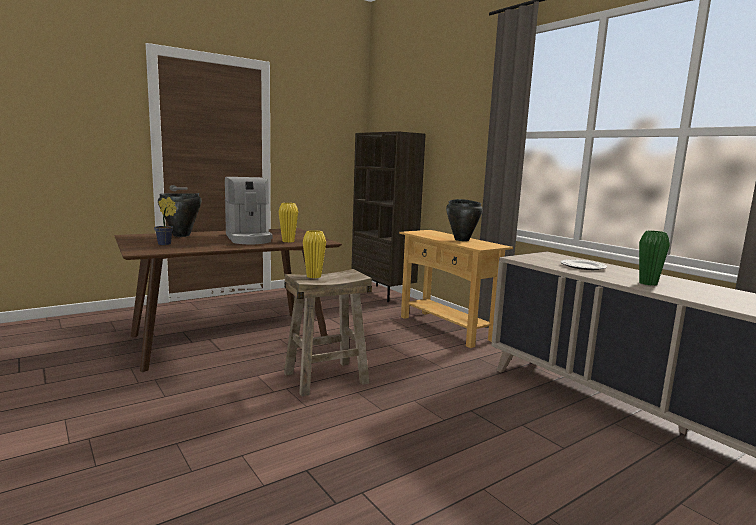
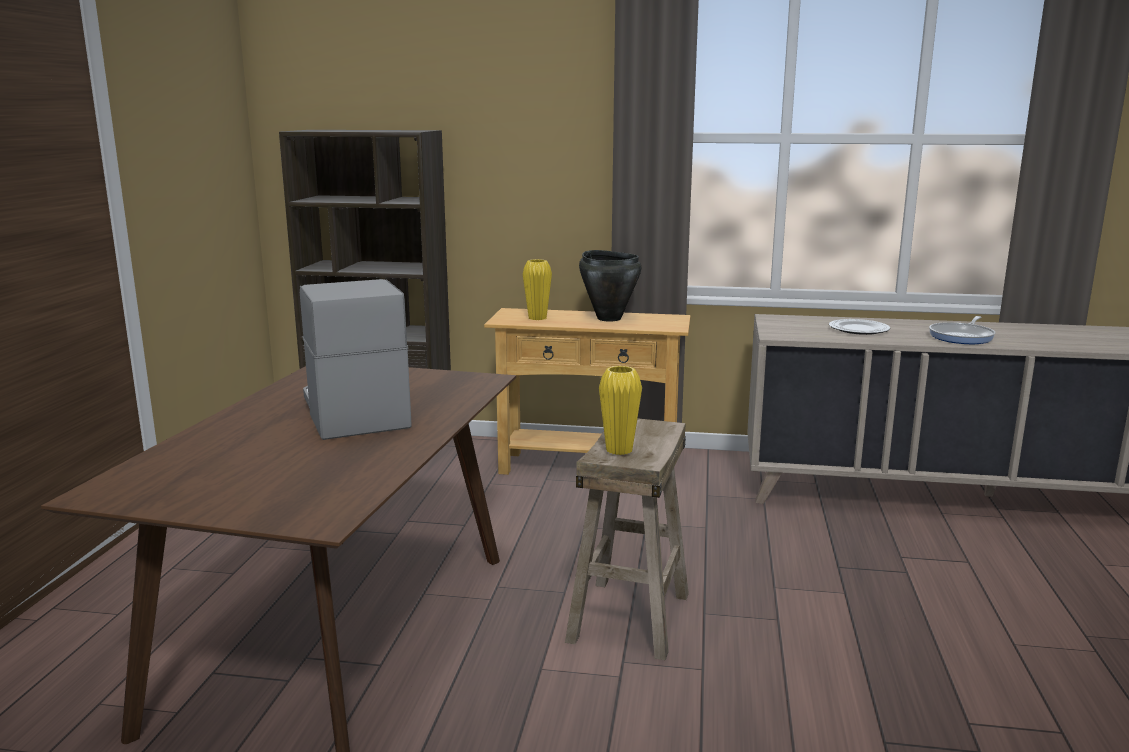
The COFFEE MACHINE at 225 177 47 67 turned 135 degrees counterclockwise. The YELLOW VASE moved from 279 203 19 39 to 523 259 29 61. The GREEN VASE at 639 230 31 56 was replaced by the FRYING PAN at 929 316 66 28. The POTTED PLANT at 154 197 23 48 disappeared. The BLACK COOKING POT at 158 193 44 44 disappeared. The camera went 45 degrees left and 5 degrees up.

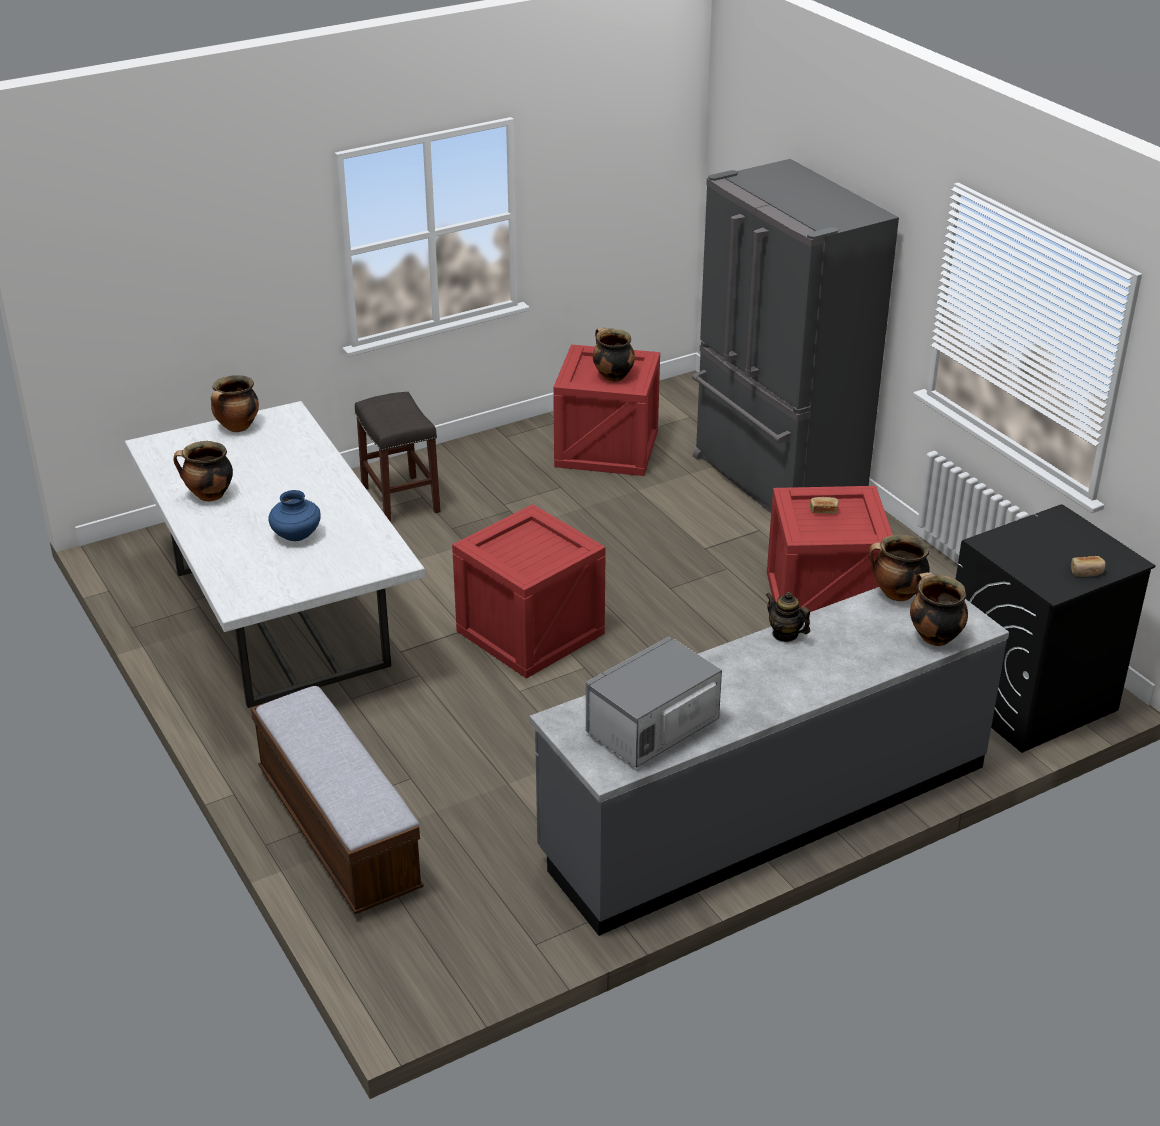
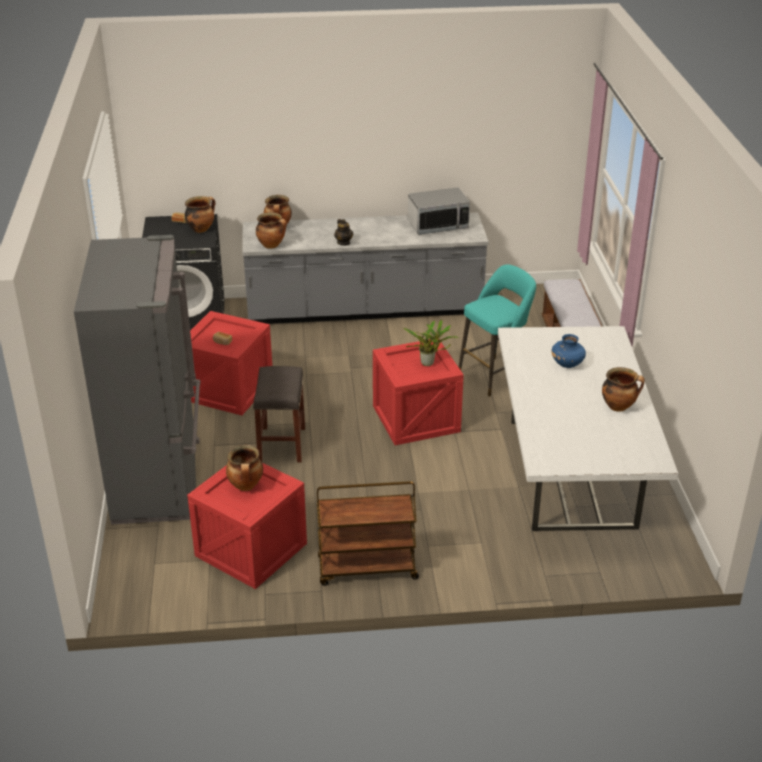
The COOKING POT moved from 211 375 48 57 to 185 196 30 37. The GREY STOOL moved from 355 392 86 130 to 253 366 52 96. The BROWN CART at 317 481 102 105 appeared. The POTTED PLANT at 403 320 56 46 appeared. The TURQUOISE STOOL at 459 265 77 131 appeared. The camera went 155 degrees left and 0 degrees up.

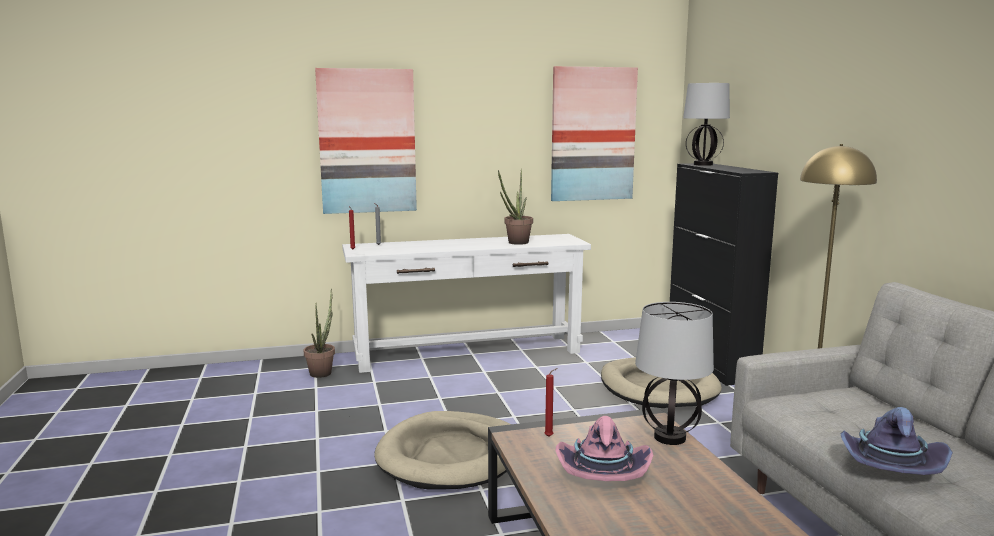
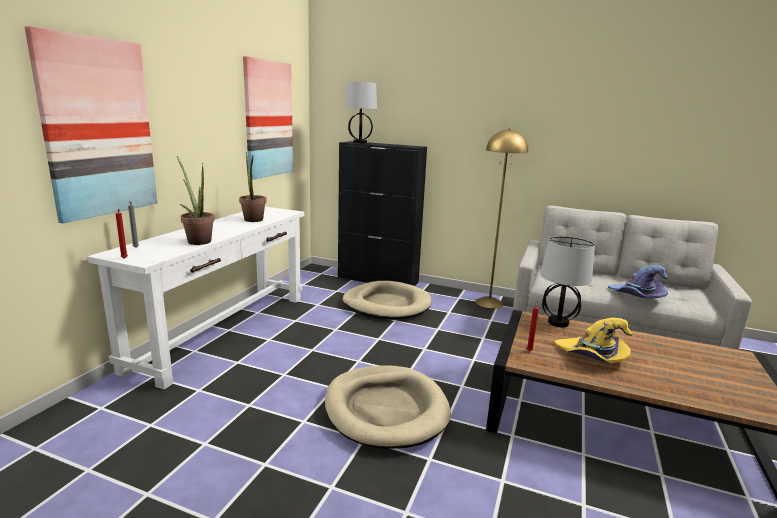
The POTTED PLANT moved from 304 288 31 90 to 177 156 38 89. The PINK HAT at 556 416 98 65 became the YELLOW HAT at 555 318 77 45. The camera went 55 degrees left and 5 degrees up.

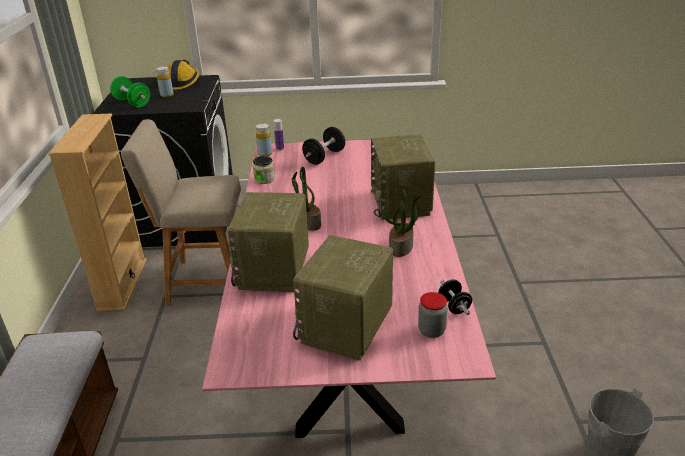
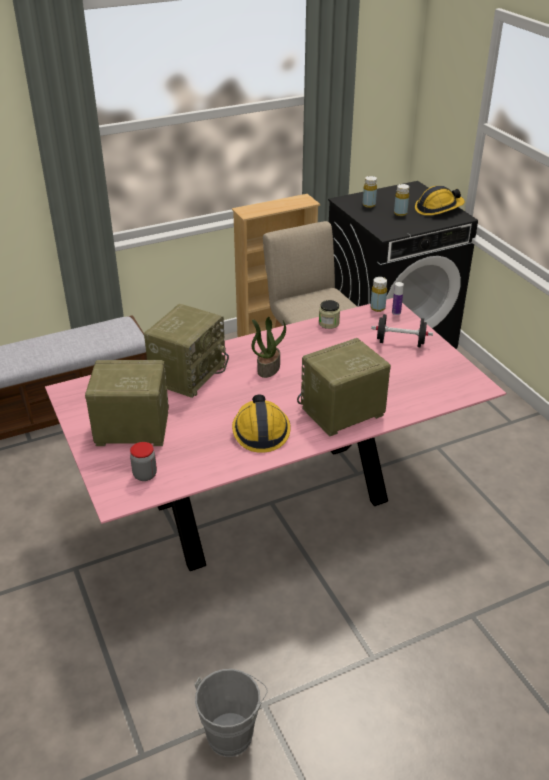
The RADIO at 228 192 81 100 turned 135 degrees clockwise. The POTTED PLANT at 383 189 39 68 was replaced by the HARD HAT at 232 395 59 58. The GREEN DUMBBELL at 110 76 40 31 was replaced by the YELLOW BOTTLE at 363 176 14 32. The BLACK DUMBBELL at 438 280 34 35 disappeared. The camera went 65 degrees right and 5 degrees up.

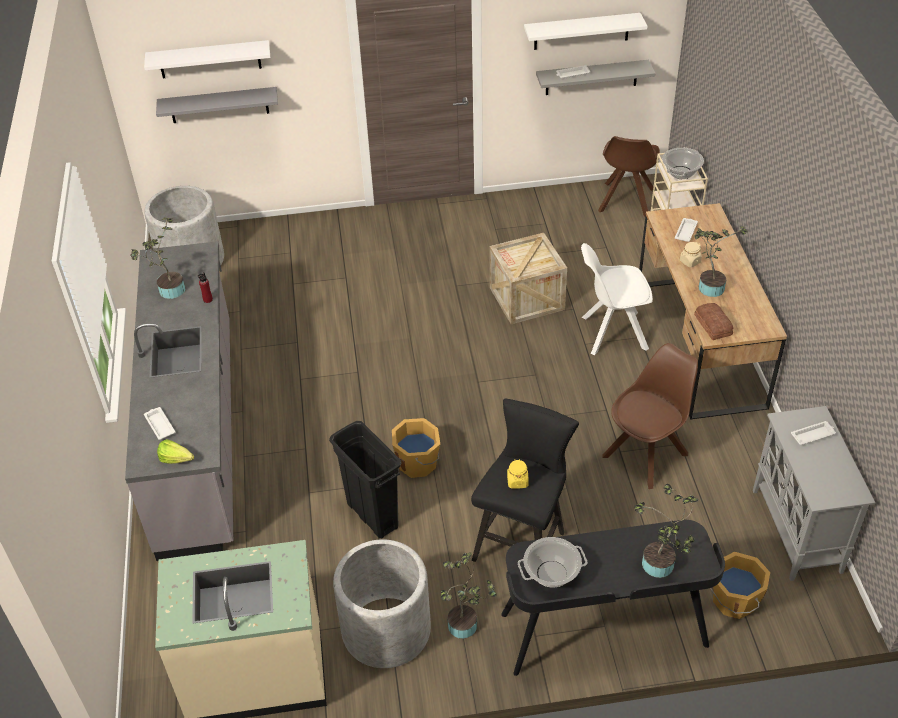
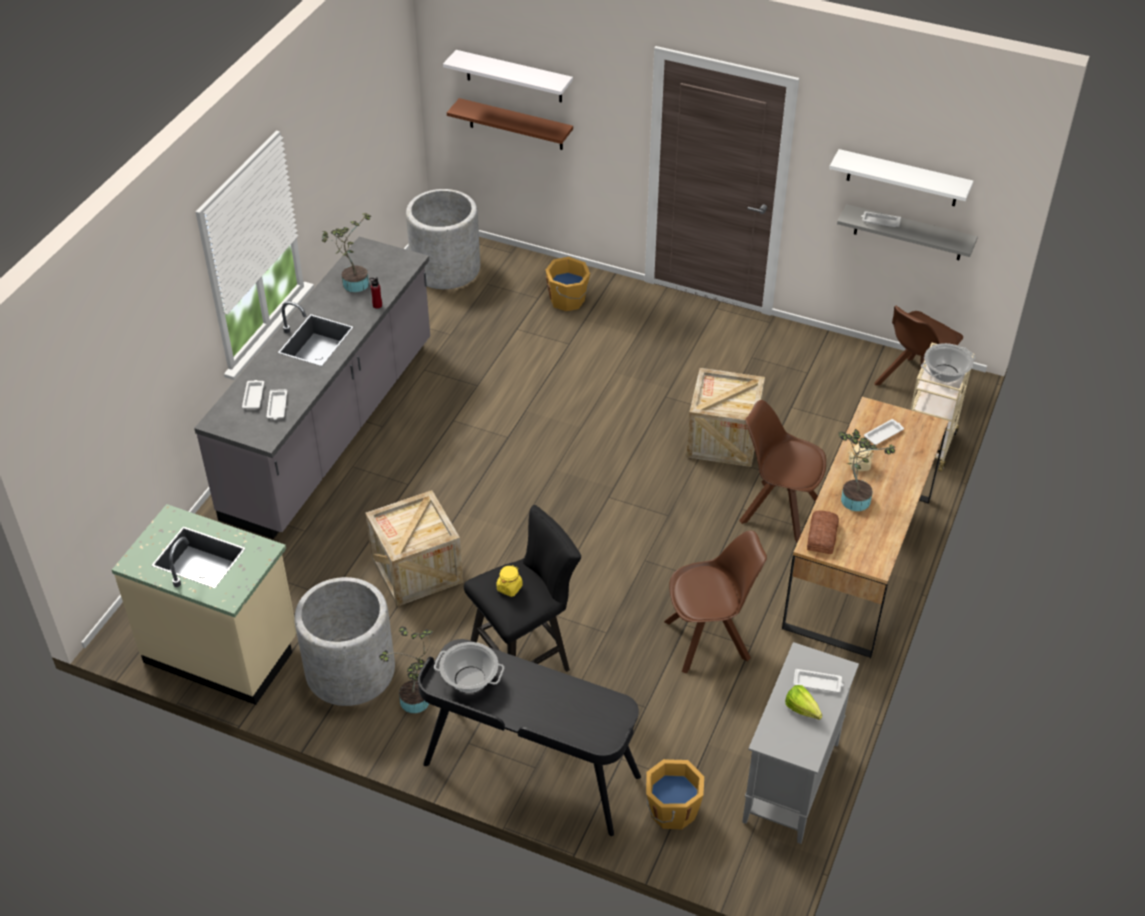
The WHITE TRAY at 266 389 21 31 appeared. The BLACK TRASH CAN at 329 421 72 117 was replaced by the CRATE at 366 490 97 117. The GREY SHELF at 156 87 122 36 became the BROWN SHELF at 447 98 126 52. The ORANGE BUCKET moved from 392 418 48 60 to 545 257 45 54. The WHITE CHAIR at 581 243 72 112 became the BROWN CHAIR at 739 400 87 143. The LETTUCE moved from 157 439 37 25 to 785 685 37 35. The POTTED PLANT at 634 484 65 94 disappeared. The camera went 30 degrees right and 0 degrees up.

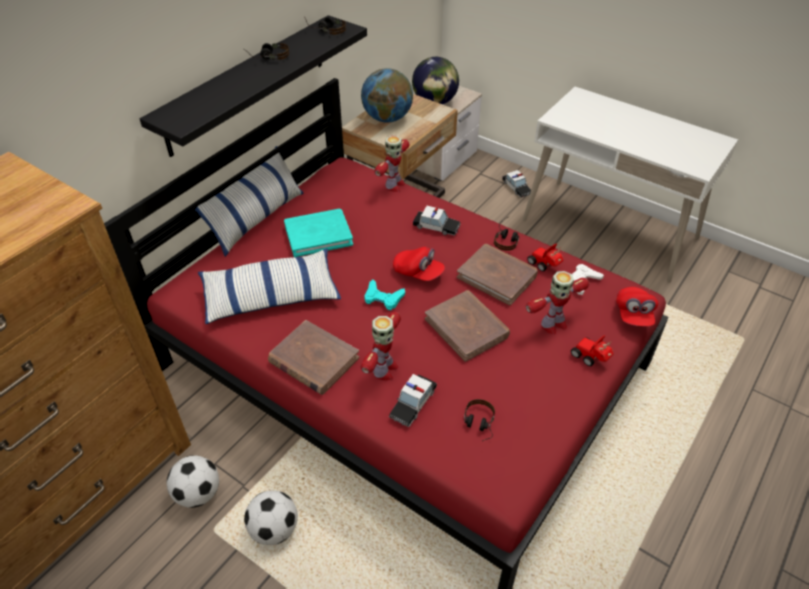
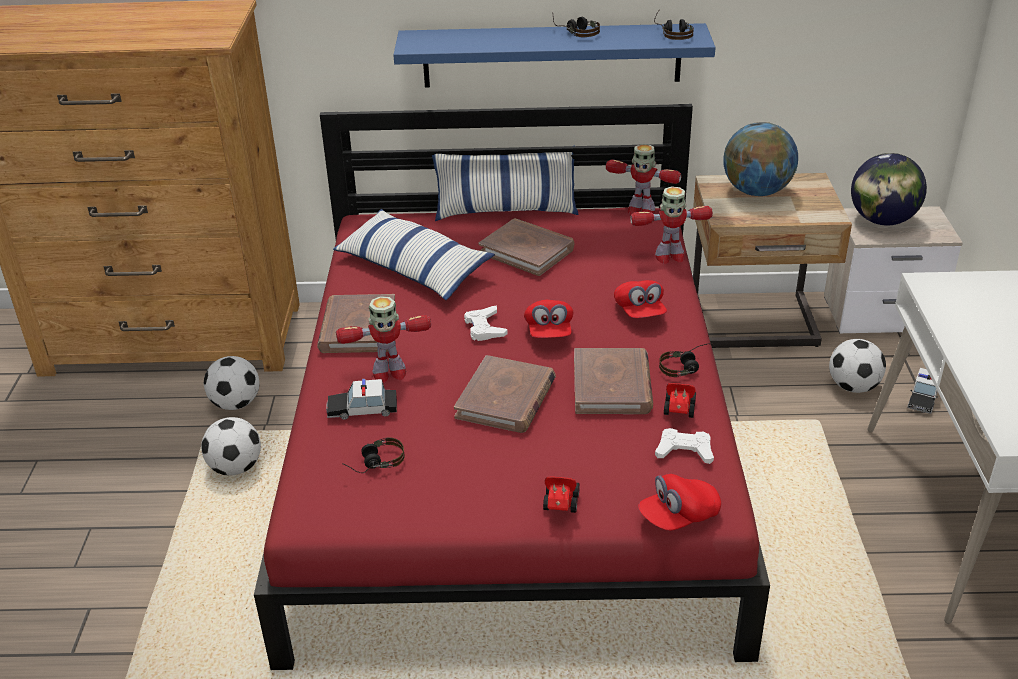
The BLACK SHELF at 140 15 227 142 became the BLUE SHELF at 393 23 323 64. The TURQUOISE GAME CONTROLLER at 364 280 41 30 became the WHITE GAME CONTROLLER at 464 306 44 35. The TURQUOISE BOOK at 284 209 69 48 became the BROWN BOOK at 478 218 96 58. The TOY ROBOT moved from 526 271 63 64 to 606 144 75 71. The TOY CAR at 413 206 48 30 was replaced by the RED CAP at 614 280 53 38. The FOOTBALL at 829 339 57 54 appeared. The camera went 55 degrees right and 10 degrees down.

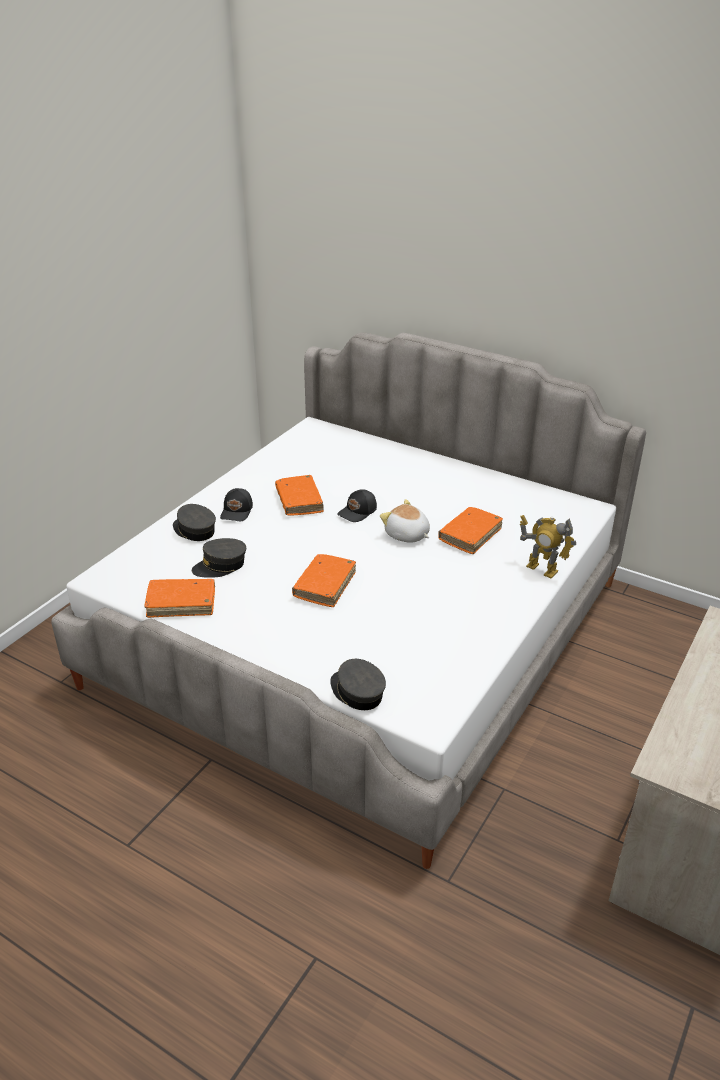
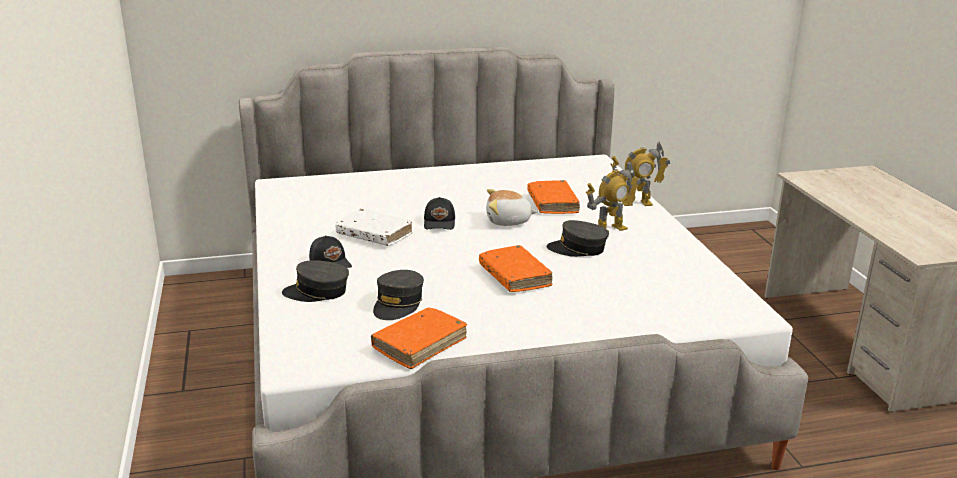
The ORANGE BOOK at 275 475 49 41 became the WHITE BOOK at 335 208 78 38. The GREY CAP moved from 330 659 56 51 to 547 220 62 37. The TOY ROBOT at 586 161 55 70 appeared. The camera went 45 degrees left and 10 degrees down.

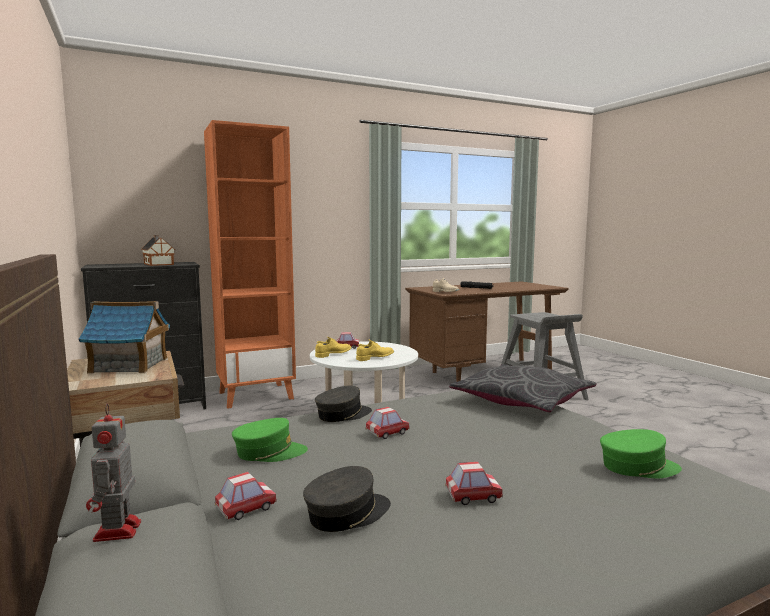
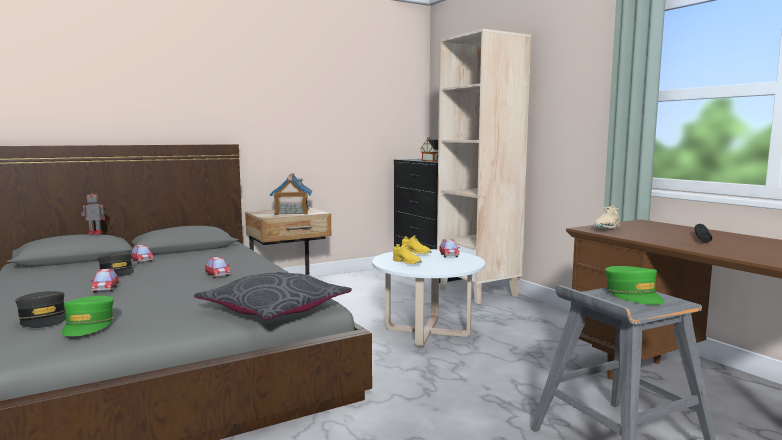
The GREY CAP moved from 315 385 57 37 to 15 291 51 37. The ORANGE BOOKCASE at 204 120 92 289 became the BEIGE BOOKCASE at 437 29 94 275. The GREEN CAP moved from 232 418 76 44 to 605 266 60 39. The camera went 85 degrees right and 0 degrees up.

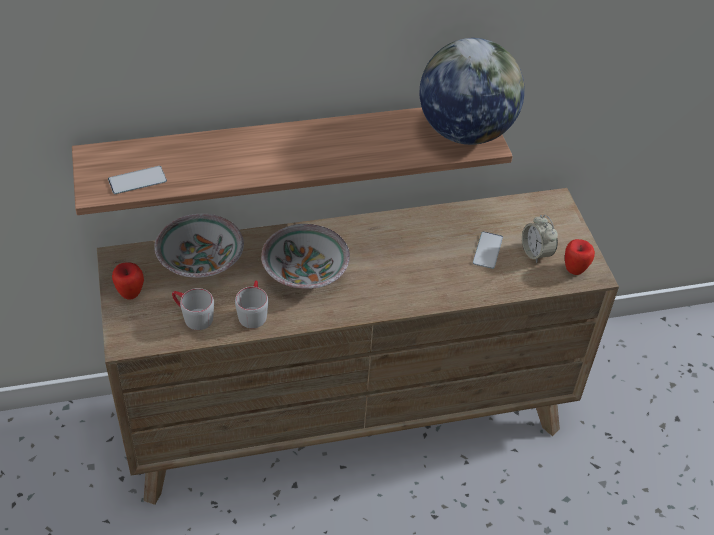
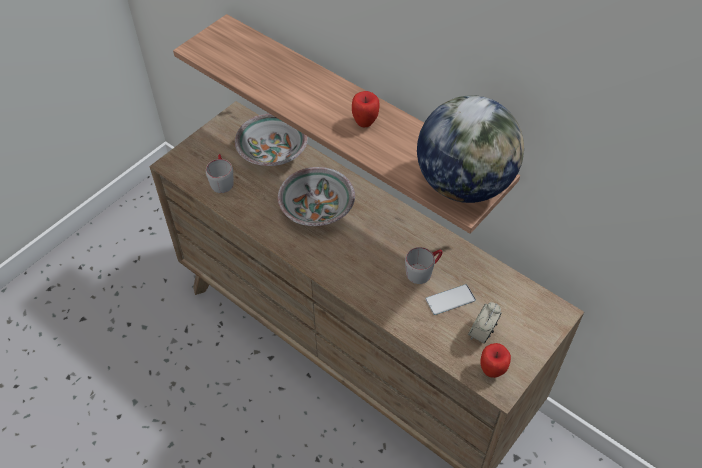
The APPLE moved from 112 263 32 37 to 352 91 28 36. The GREY MUG moved from 235 280 34 49 to 405 247 38 37. The PHONE at 108 166 59 28 disappeared. The camera went 55 degrees right and 5 degrees up.

